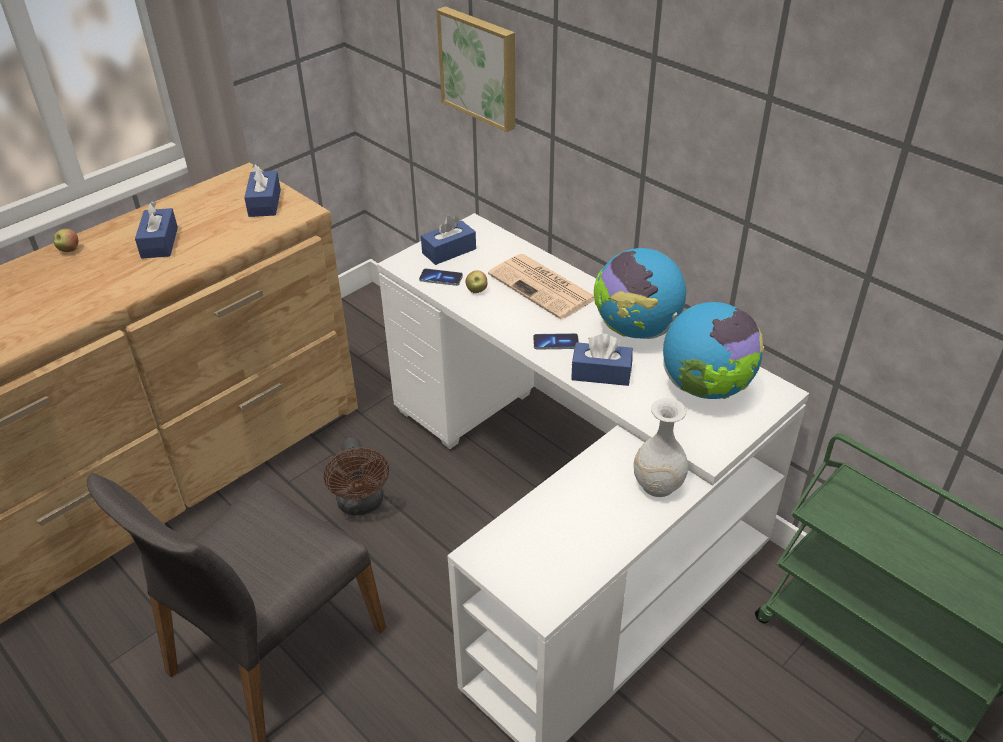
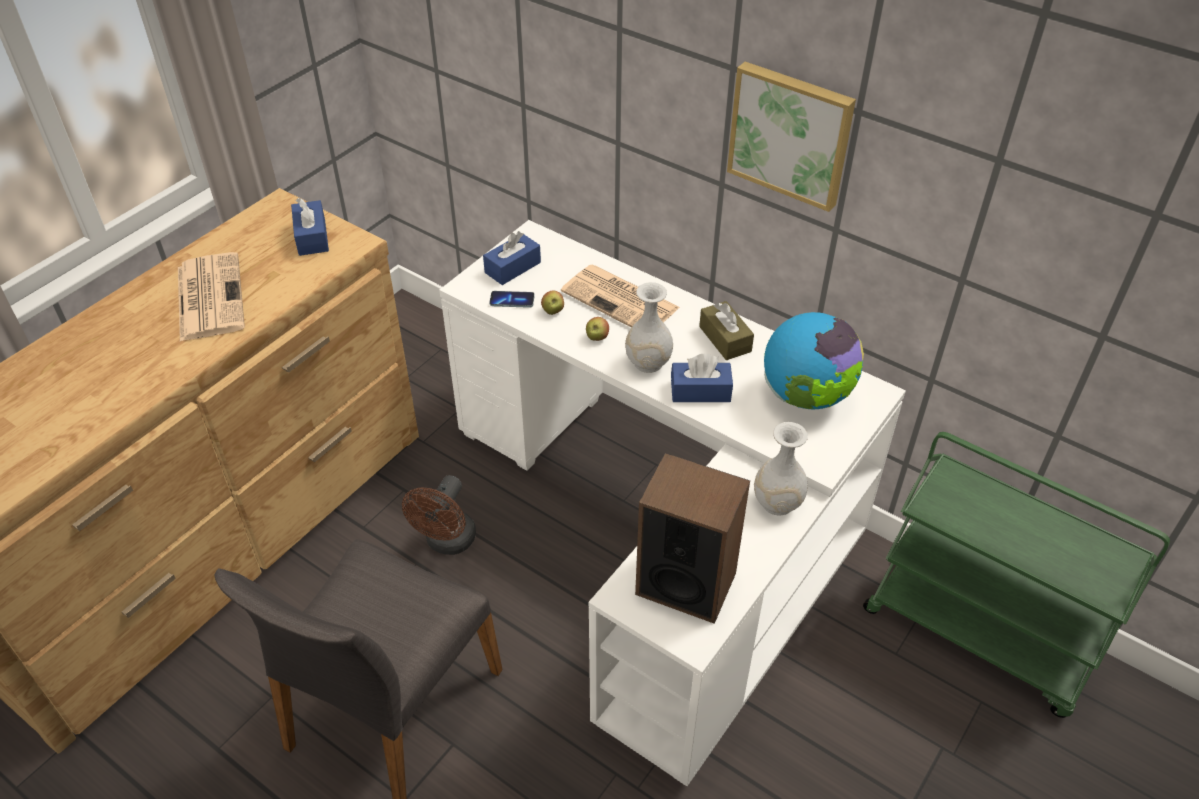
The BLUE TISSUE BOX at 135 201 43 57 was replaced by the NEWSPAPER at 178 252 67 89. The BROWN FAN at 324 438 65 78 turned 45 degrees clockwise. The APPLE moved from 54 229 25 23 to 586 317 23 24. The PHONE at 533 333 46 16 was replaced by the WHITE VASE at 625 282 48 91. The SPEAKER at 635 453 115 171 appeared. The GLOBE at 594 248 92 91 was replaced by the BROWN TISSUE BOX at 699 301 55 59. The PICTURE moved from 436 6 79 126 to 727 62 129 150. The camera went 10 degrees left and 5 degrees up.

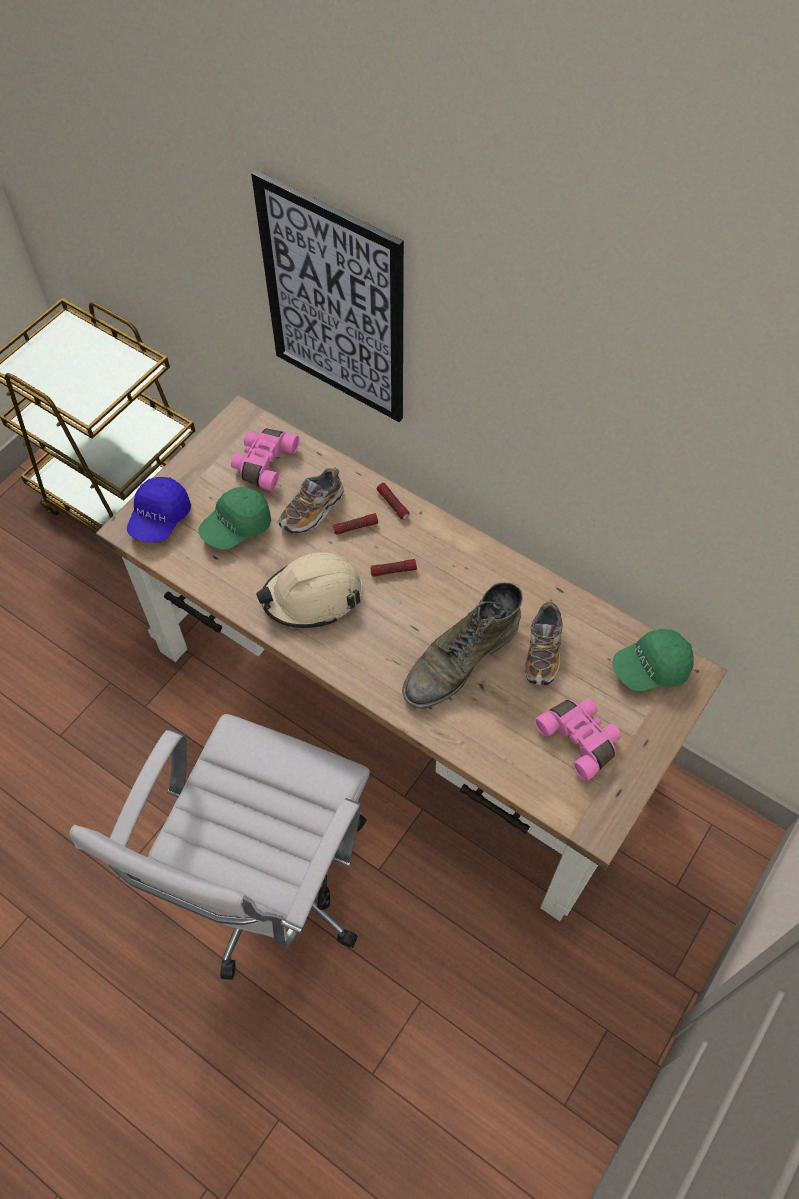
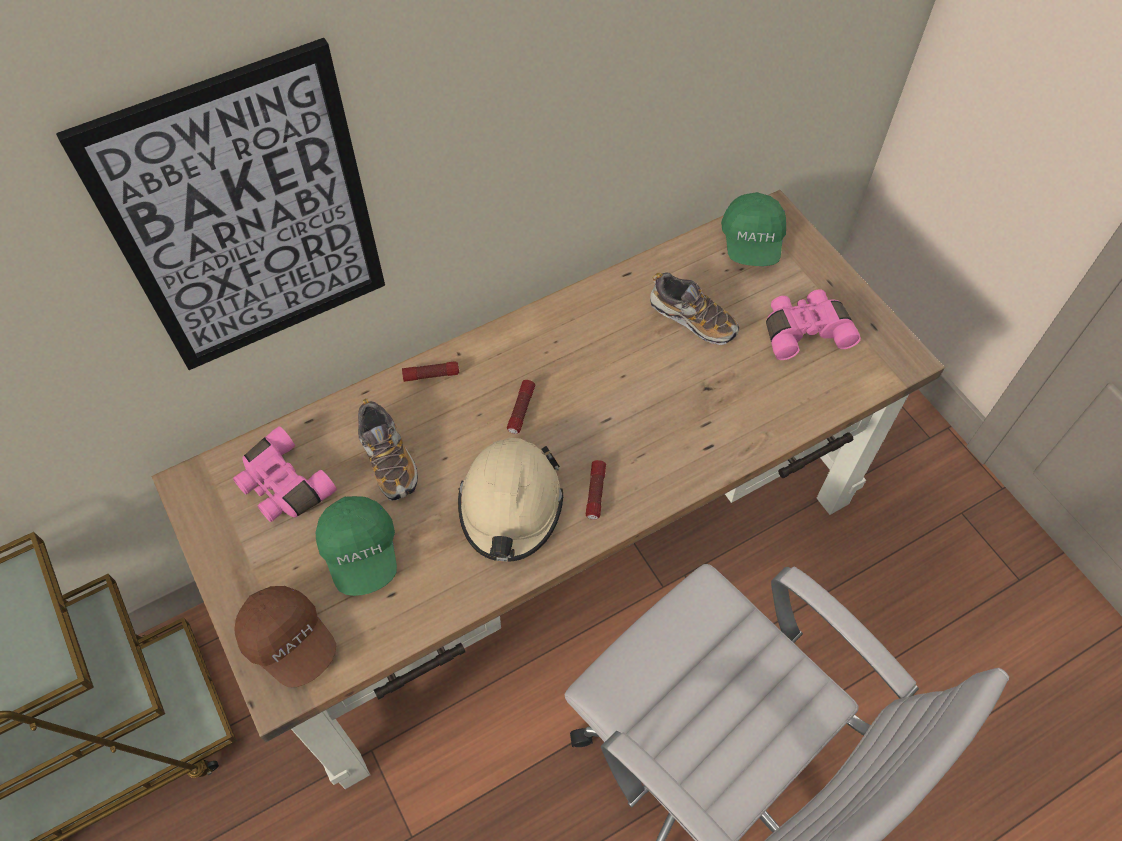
The BLUE CAP at 127 477 64 65 became the BROWN CAP at 234 586 102 101. The FLASHLIGHT moved from 333 513 45 22 to 586 460 20 60. The GREEN BOOT at 402 582 121 127 disappeared. The camera went 65 degrees left and 0 degrees up.

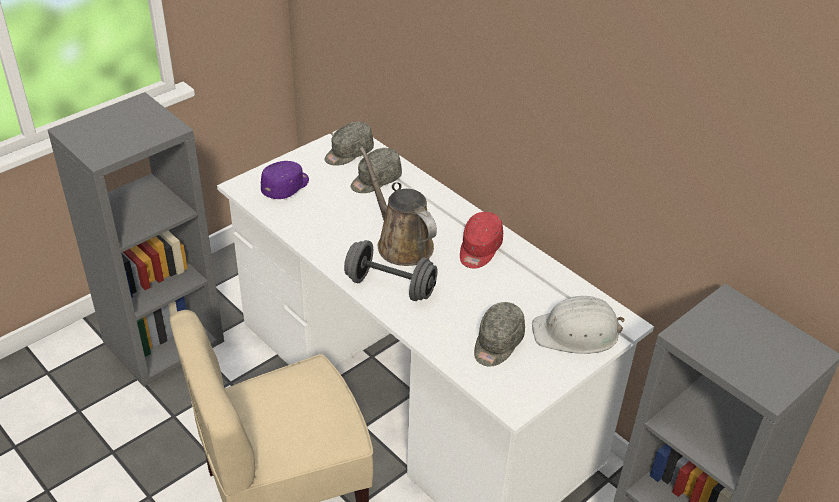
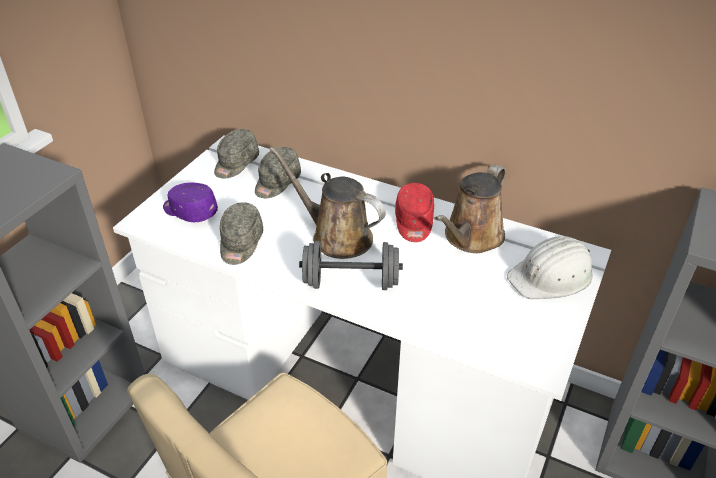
The PURPLE CAP at 261 161 48 38 turned 75 degrees counterclockwise. The GREY CAP moved from 474 302 51 64 to 220 202 43 63. The BROWN WATERING CAN at 435 165 71 88 appeared. The camera went 20 degrees left and 0 degrees up.

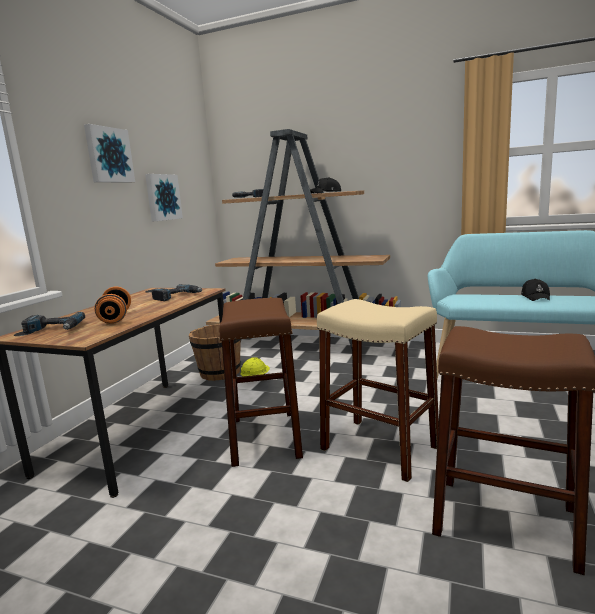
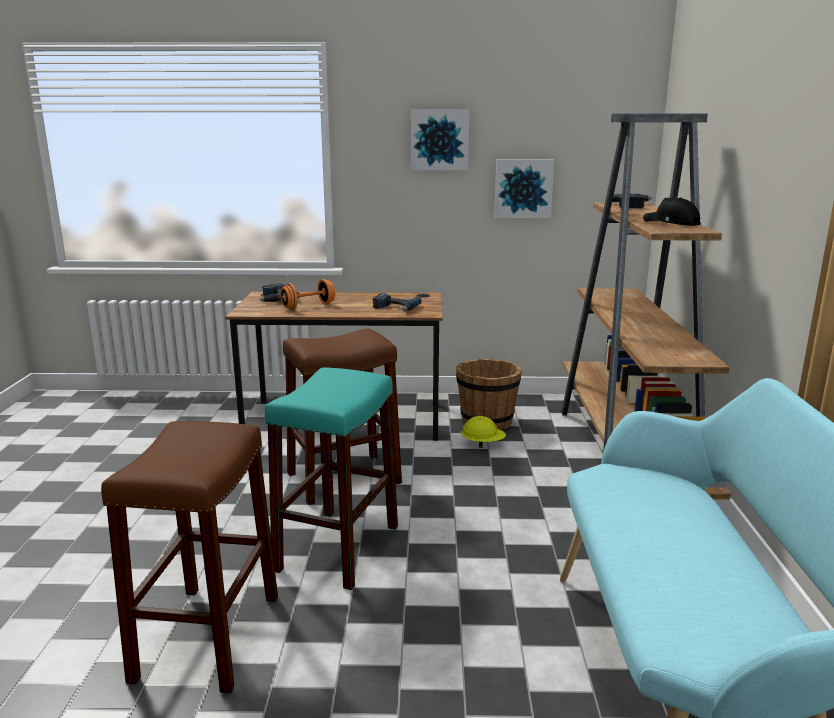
The BEIGE STOOL at 317 299 122 183 became the TURQUOISE STOOL at 265 367 133 223. The BLACK CAP at 521 279 29 22 disappeared. The camera went 70 degrees right and 5 degrees up.

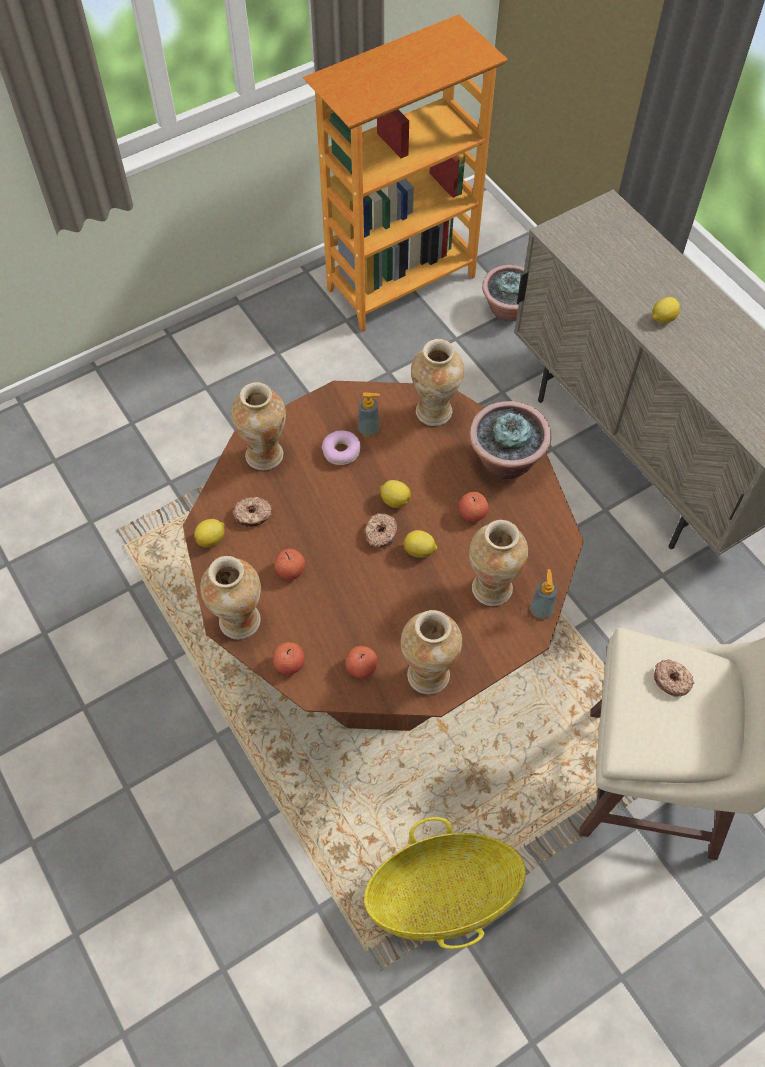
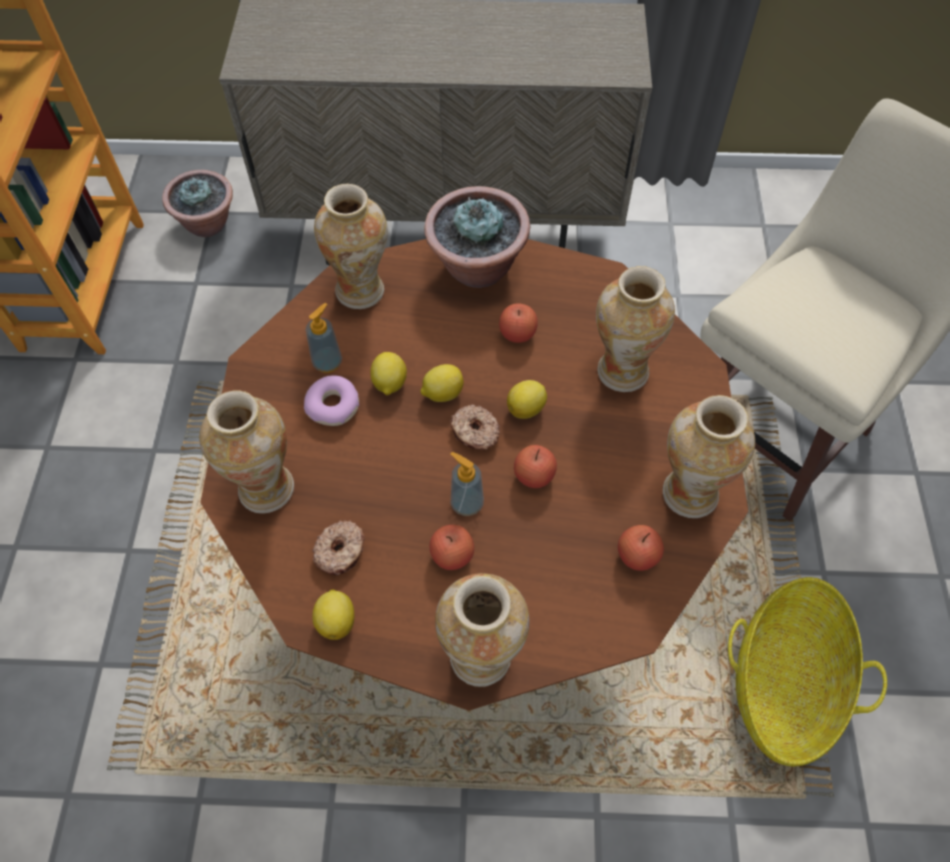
The LEMON moved from 653 297 27 26 to 371 352 36 43. The SOAP DISPENSER moved from 530 569 28 50 to 451 452 33 64. The APPLE moved from 273 642 32 33 to 514 445 43 43. The DONUT at 654 660 40 37 disappeared. The camera went 55 degrees left and 0 degrees up.

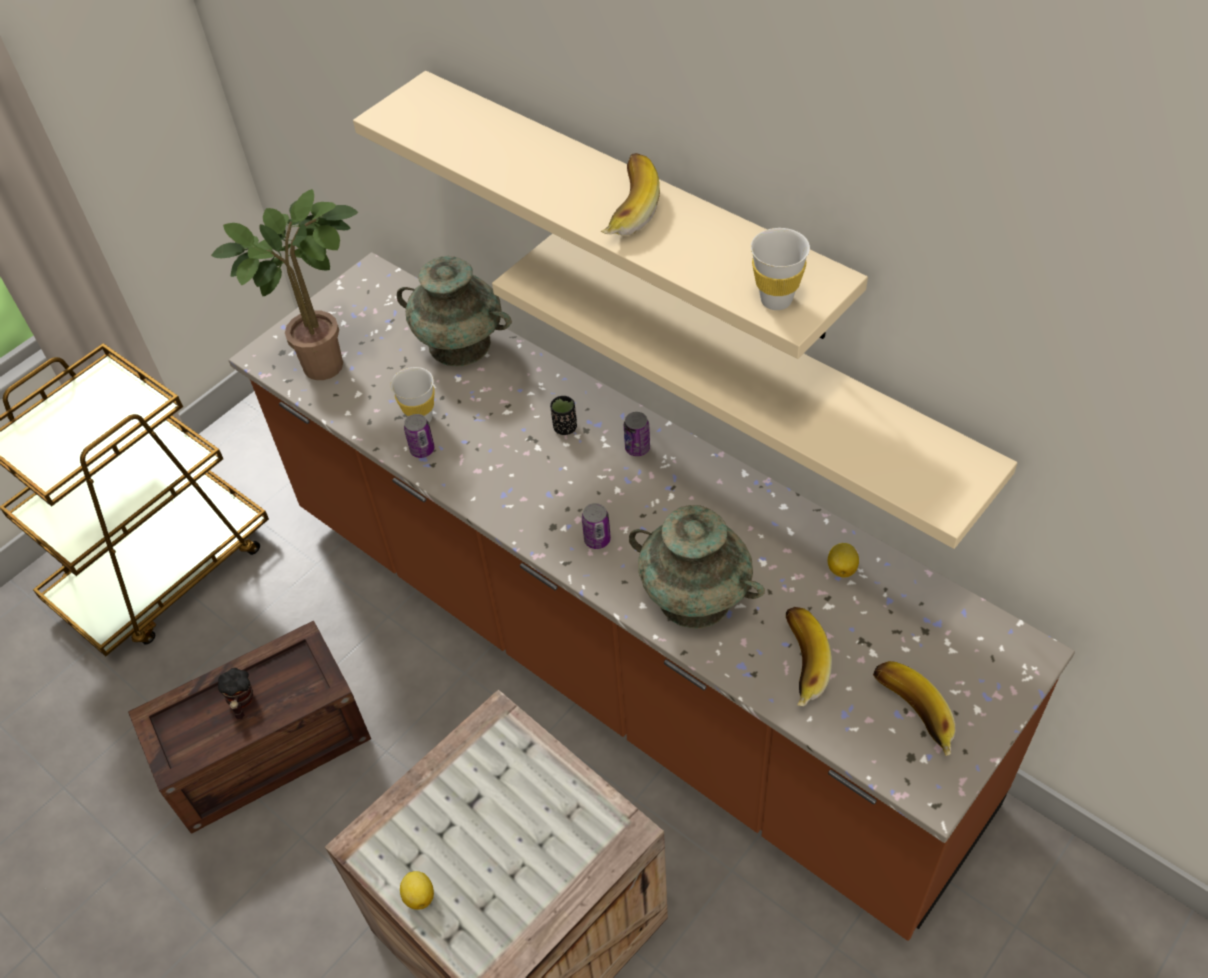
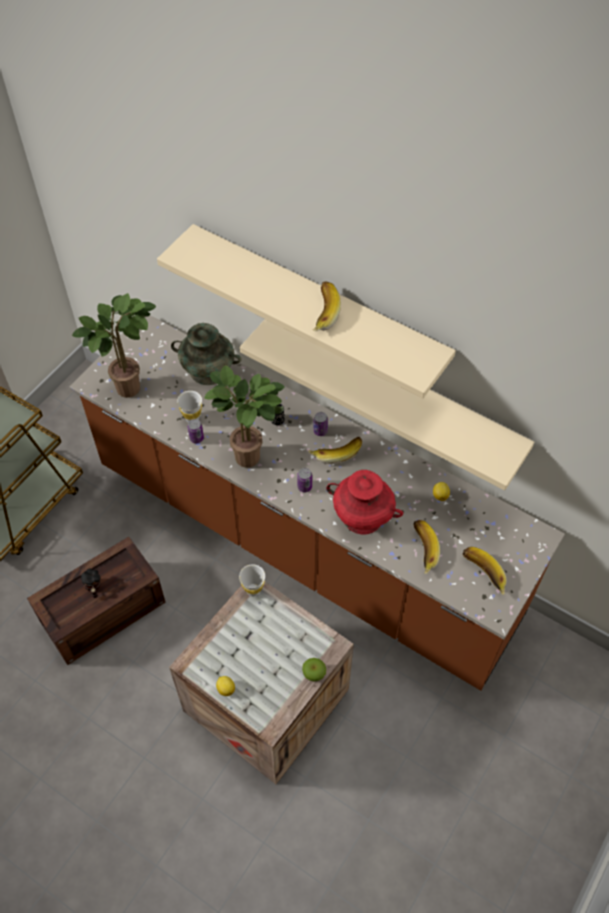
The POTTED PLANT at 204 365 81 103 appeared. The WHITE CUP moved from 751 228 59 82 to 239 564 26 32. The APPLE at 302 658 24 24 appeared. The BANANA at 308 437 54 27 appeared. The TURQUOISE VASE at 629 505 136 124 became the RED VASE at 327 470 76 64. The camera went 10 degrees left and 5 degrees up.

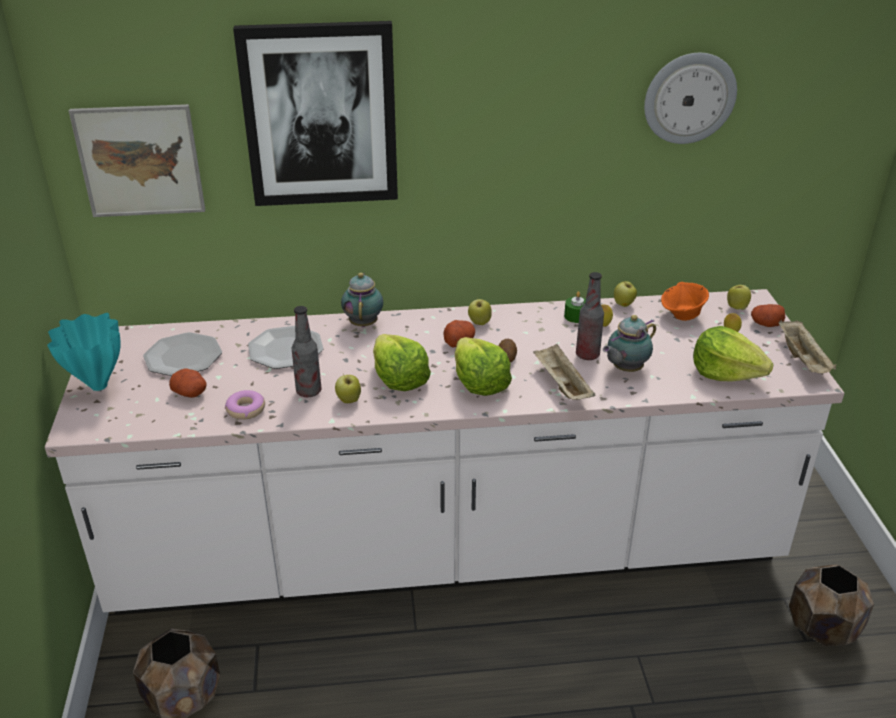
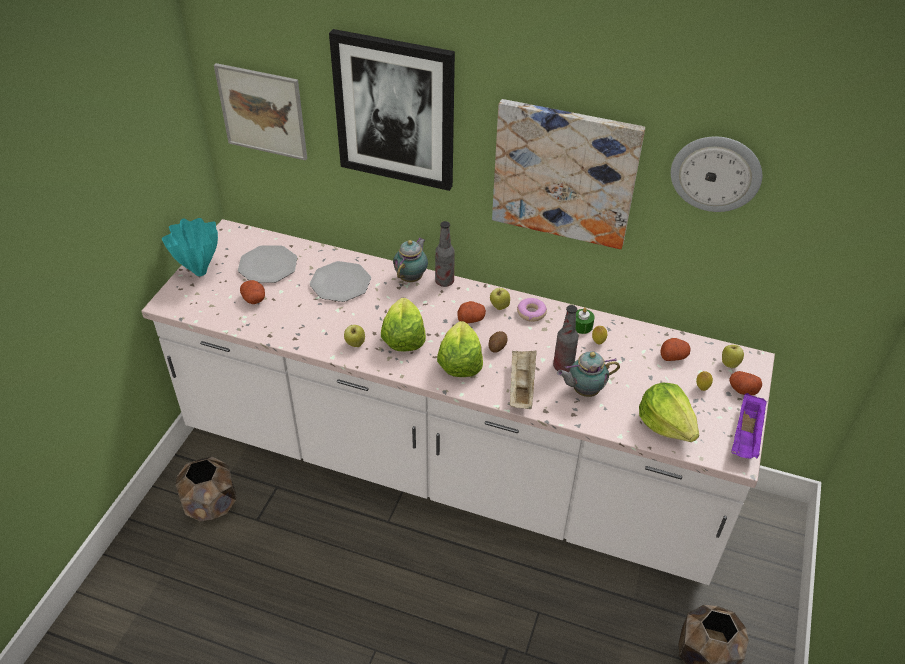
The BOTTLE moved from 292 306 29 91 to 435 221 20 66. The PICTURE at 492 99 153 150 appeared. The DONUT moved from 225 390 40 30 to 517 298 30 24. The ORANGE BOWL at 661 282 48 39 was replaced by the POTATO at 660 338 31 23. The BEIGE TRAY at 779 320 58 53 became the PURPLE TRAY at 731 393 36 66. The APPLE at 614 281 23 26 disappeared. The camera went 25 degrees right and 10 degrees up.

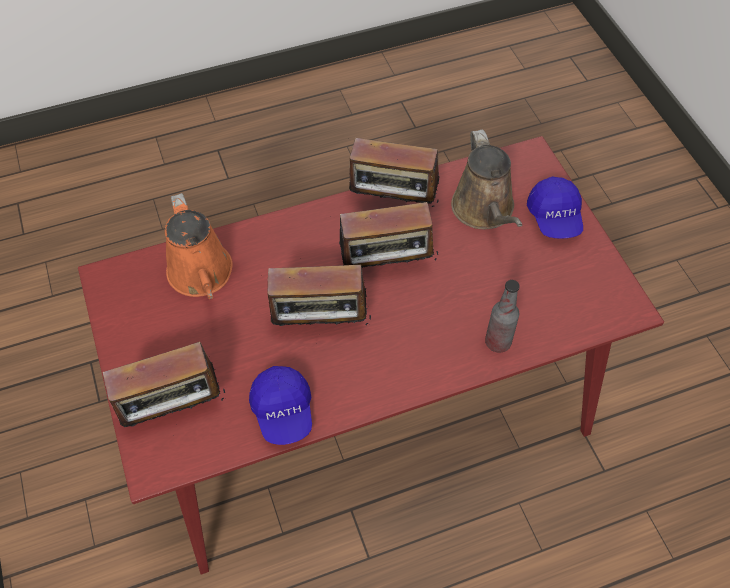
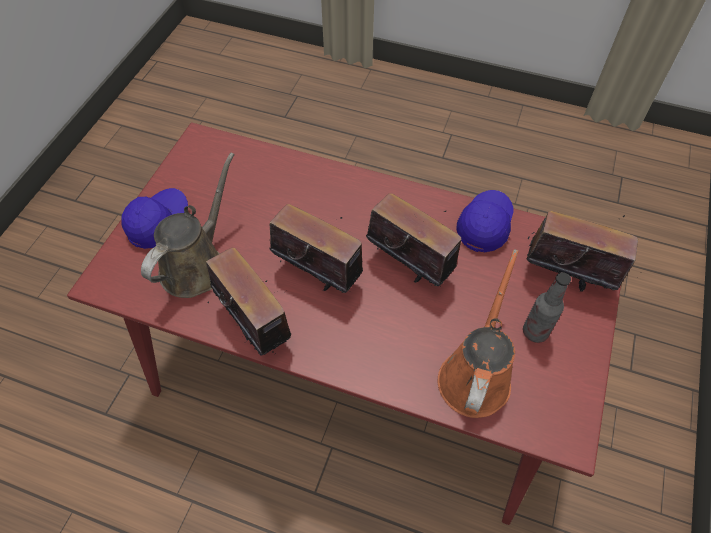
The BOTTLE moved from 485 280 35 73 to 523 272 48 71. The camera went 140 degrees left and 0 degrees up.

